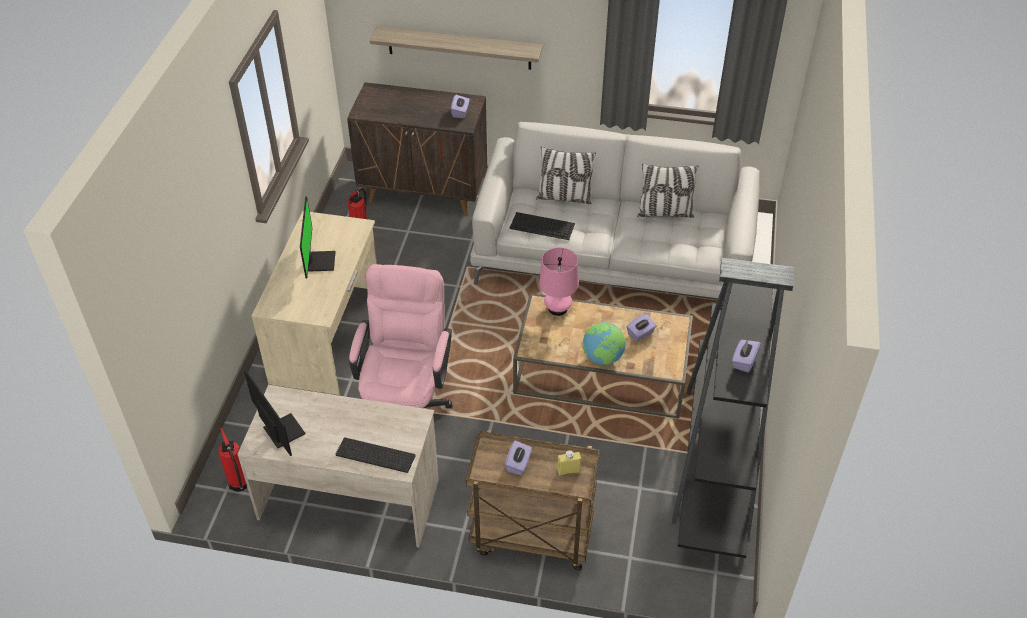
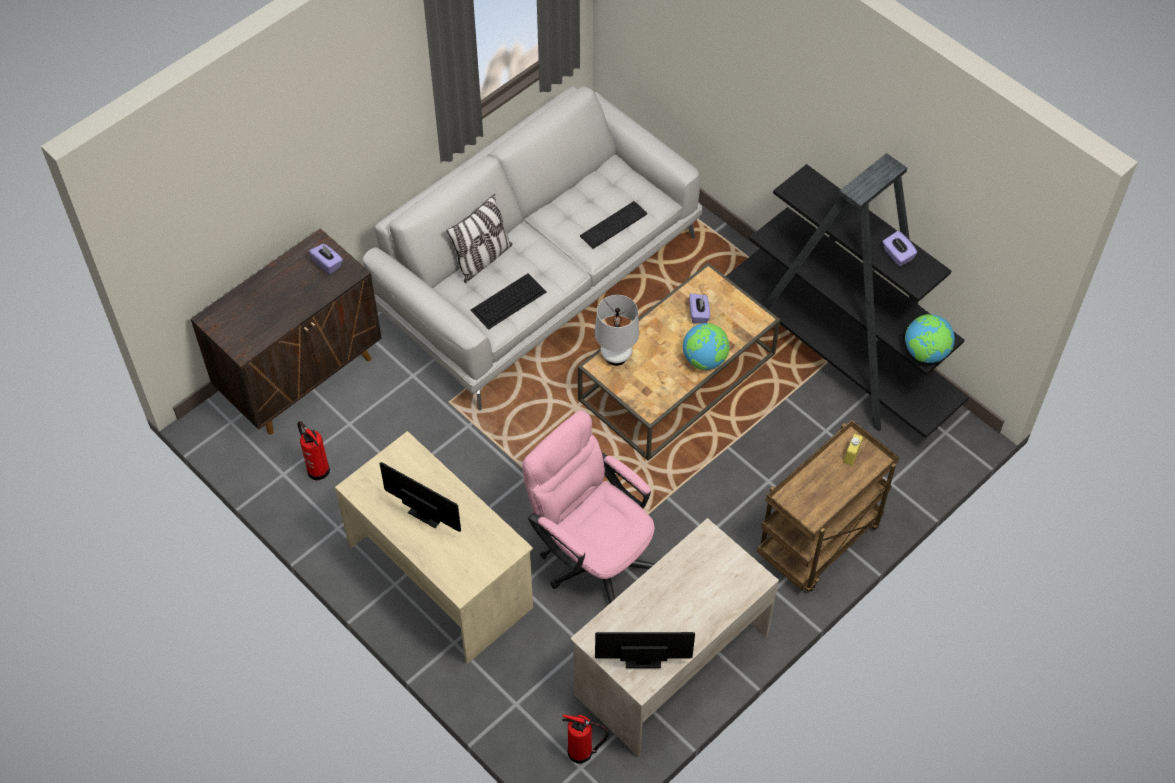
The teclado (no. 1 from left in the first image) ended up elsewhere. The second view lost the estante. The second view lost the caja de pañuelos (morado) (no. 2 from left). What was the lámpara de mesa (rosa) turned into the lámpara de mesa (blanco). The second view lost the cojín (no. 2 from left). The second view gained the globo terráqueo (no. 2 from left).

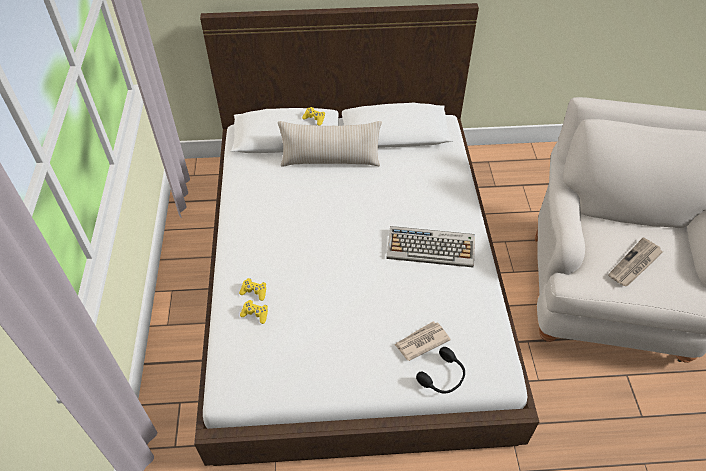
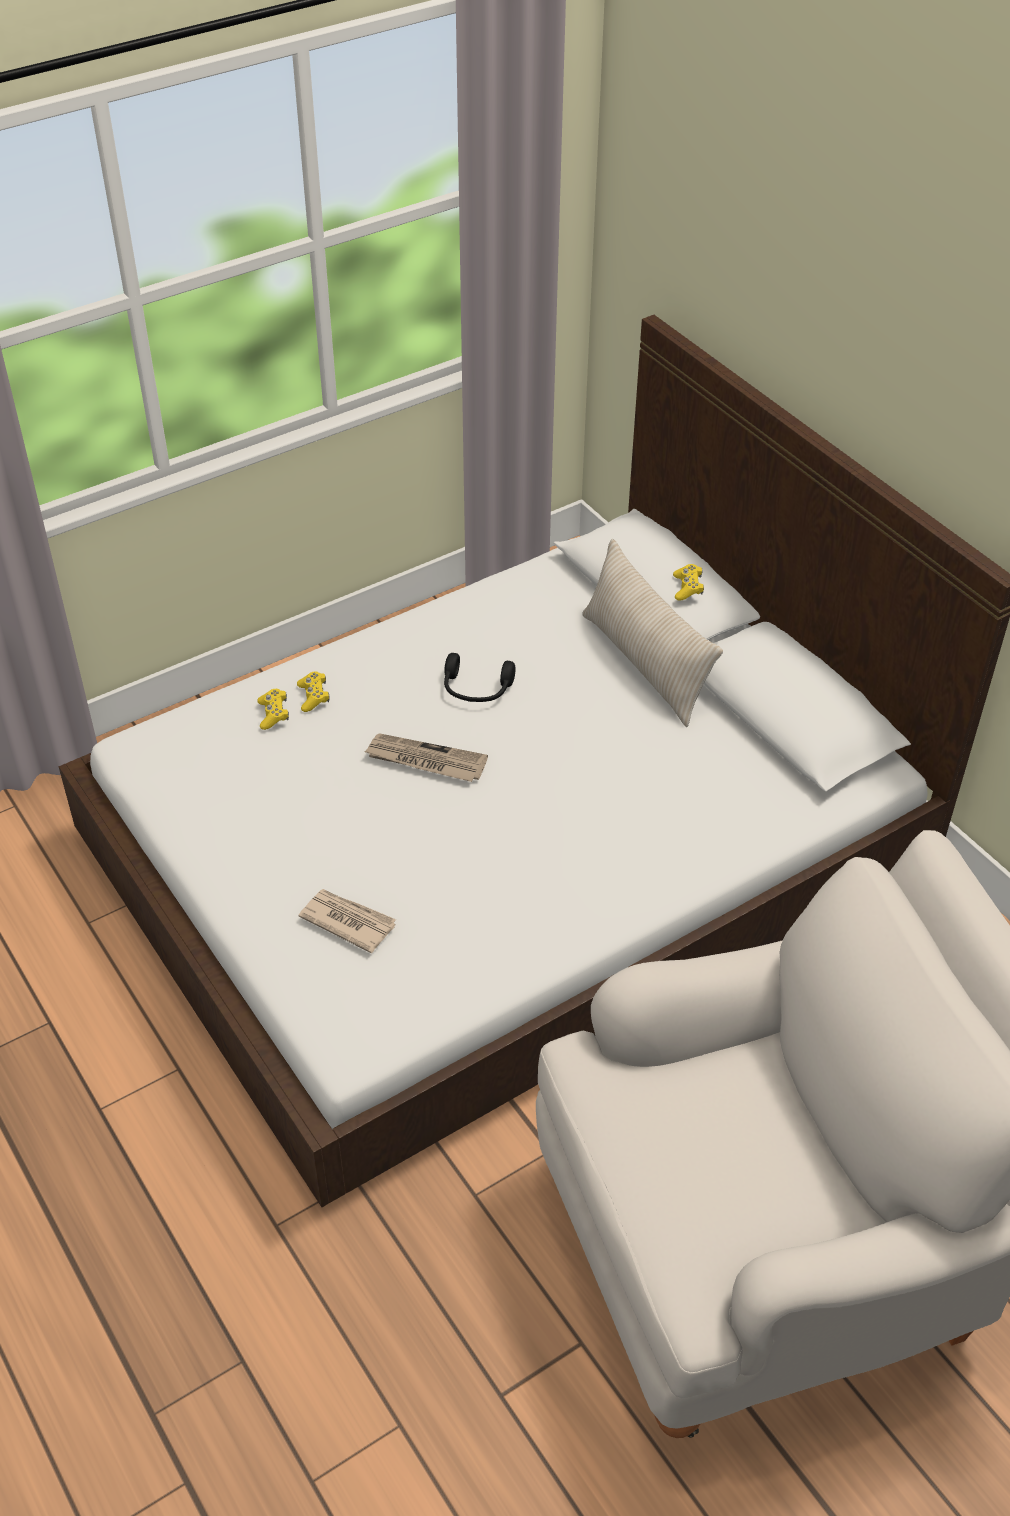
The second view lost the teclado. The auriculares (negro) ended up elsewhere. The periódico (no. 2 from left) ended up elsewhere.

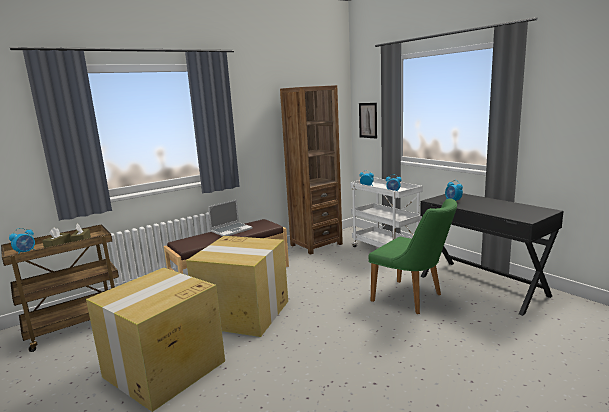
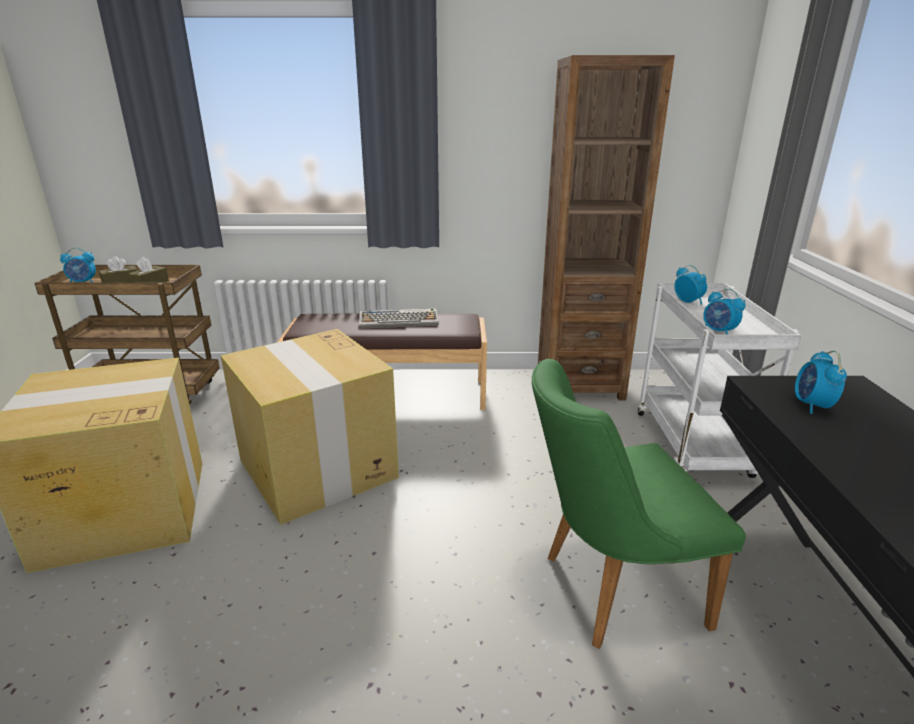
Where the portátil stood, the teclado came to stand. The second view lost the cuadro. The silla (verde) ended up facing another way, 90 degrees clockwise from before.

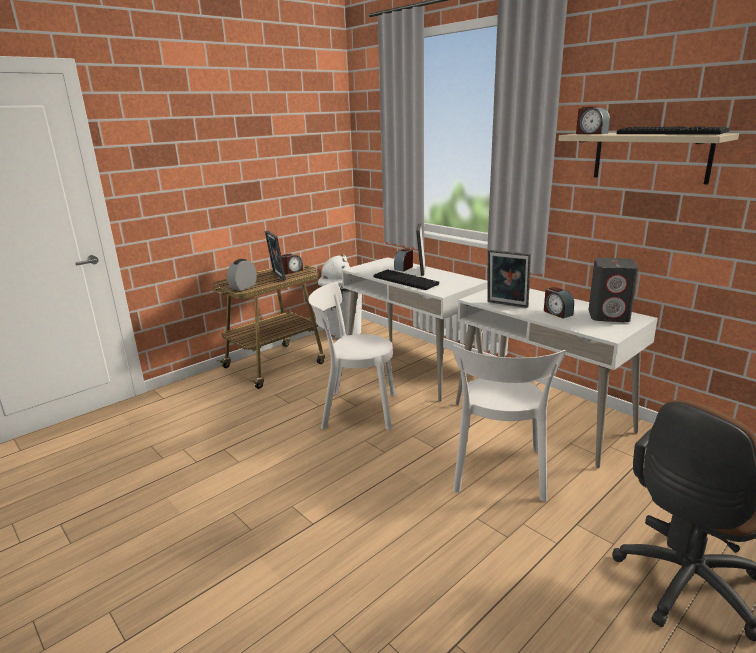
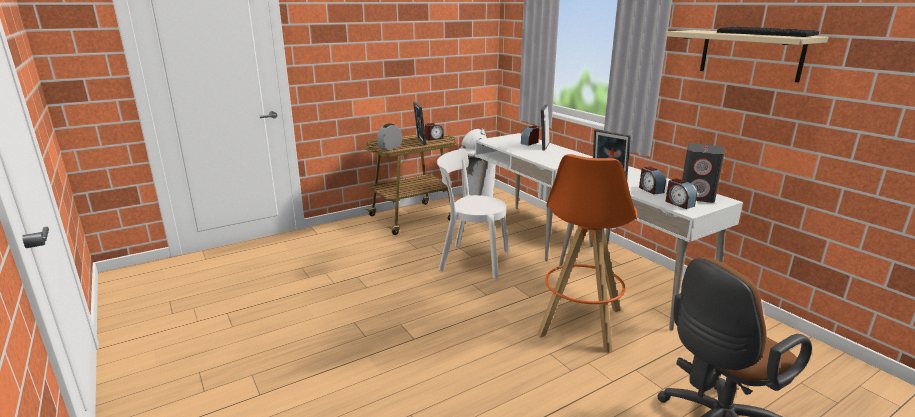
The second view lost the teclado (no. 1 from left). Where the silla (blanco) (no. 2 from left) stood, the taburete (naranja) came to stand. The despertador (no. 5 from left) ended up elsewhere.

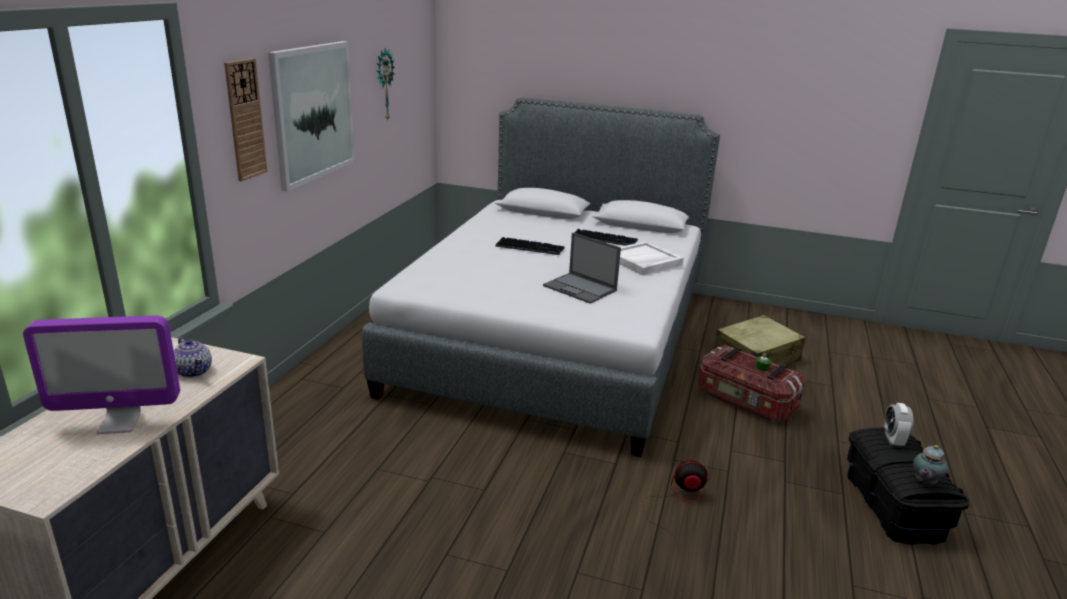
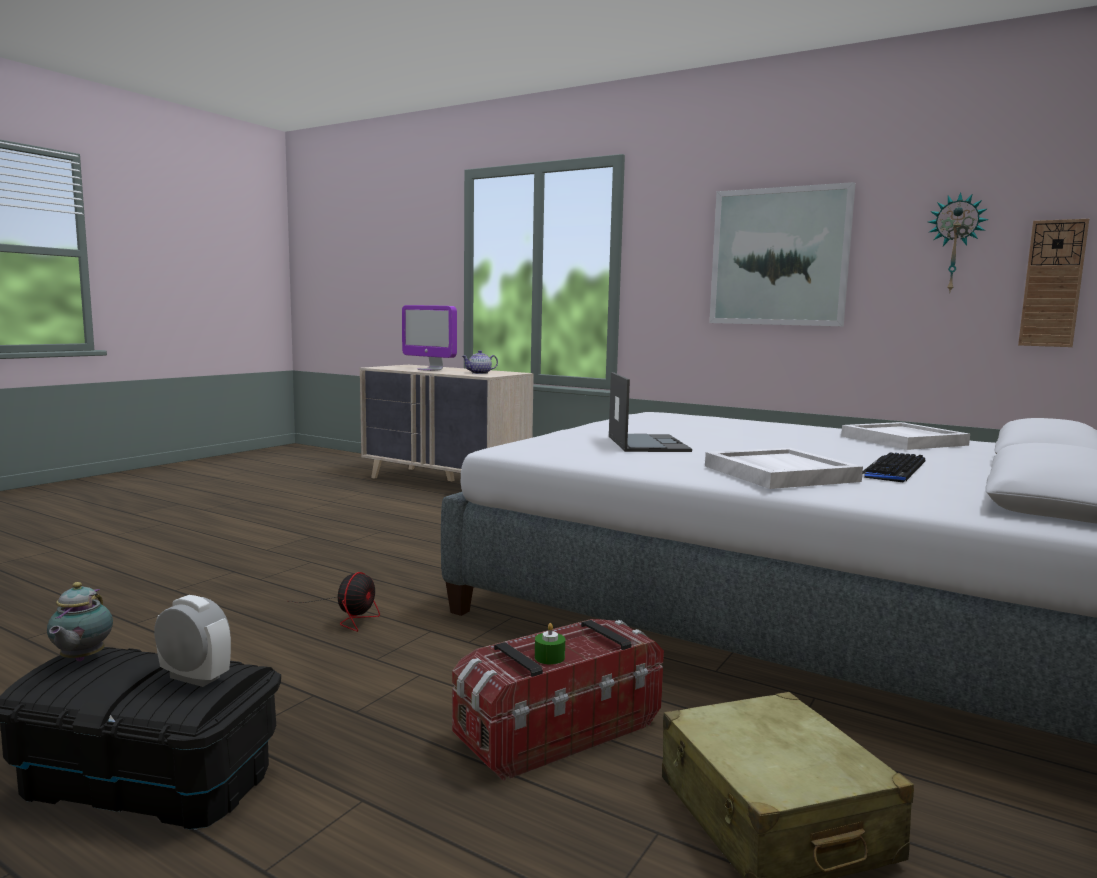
The monitor ended up facing another way, 60 degrees counterclockwise from before. The reloj de pared (no. 1 from left in the first image) ended up elsewhere. The second view lost the teclado (no. 1 from left). The portátil ended up facing another way, 120 degrees clockwise from before. The tetera (no. 2 from left in the first image) ended up facing another way, 150 degrees counterclockwise from before. The second view gained the bandeja (blanco) (no. 2 from left).

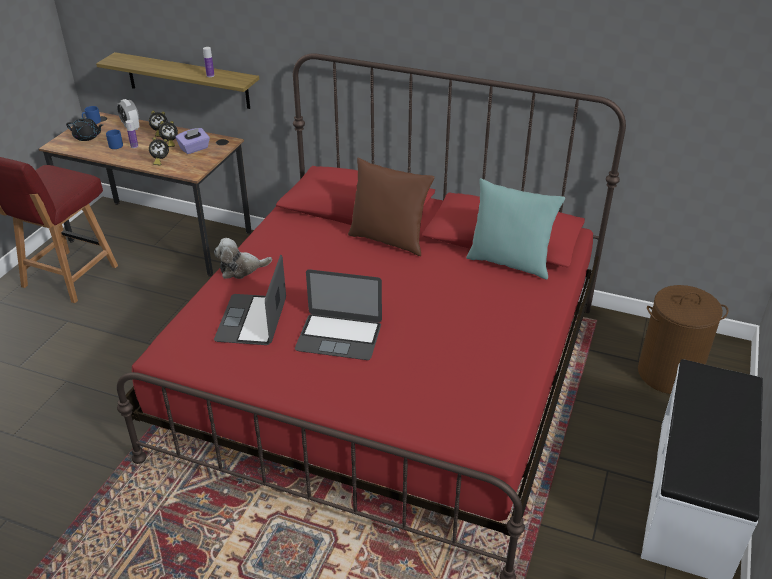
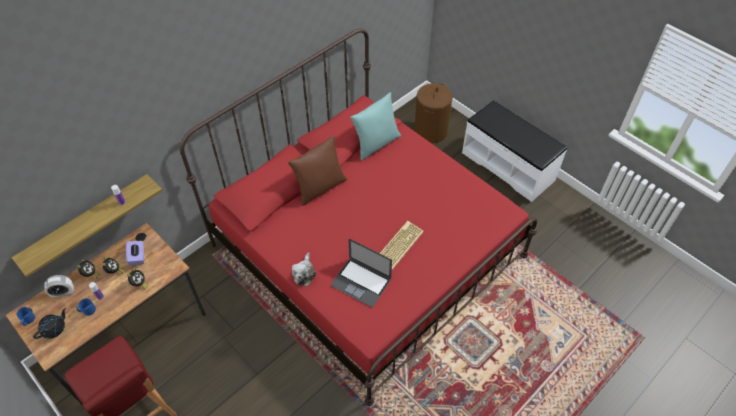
Where the portátil (no. 2 from left) stood, the teclado came to stand.

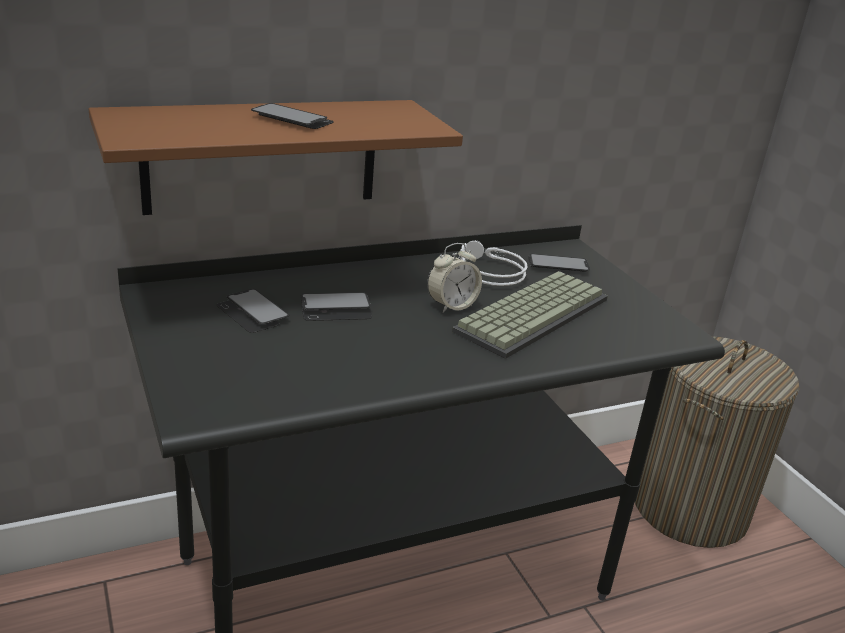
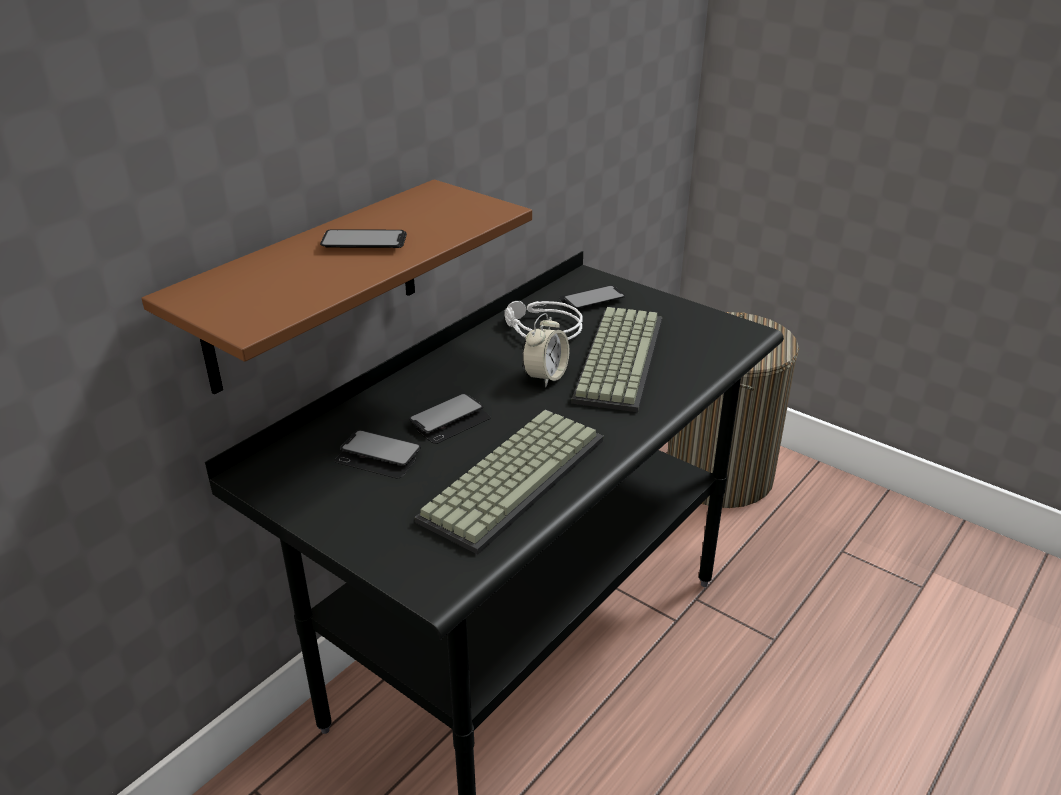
The second view gained the teclado (no. 1 from left).

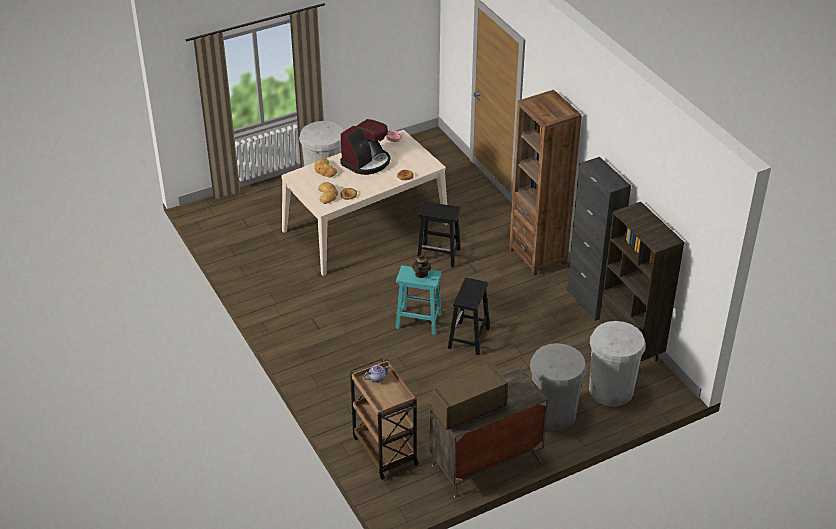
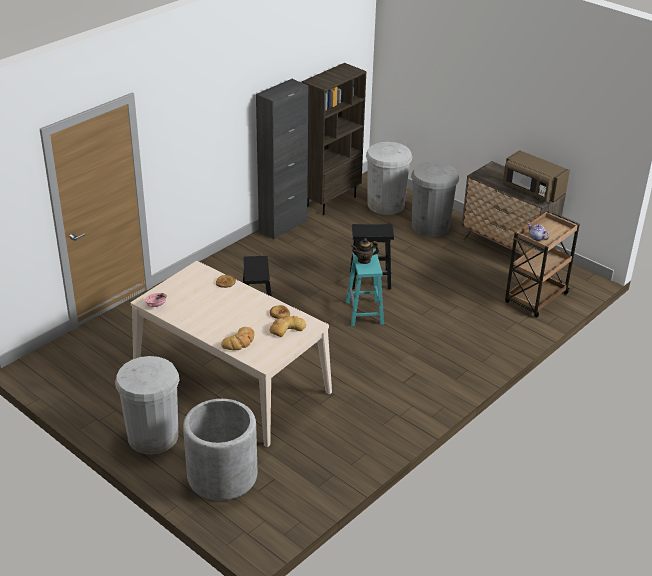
The second view lost the cafetera. The second view lost the estantería (marrón) (no. 1 from left). The second view gained the maceta (gris).

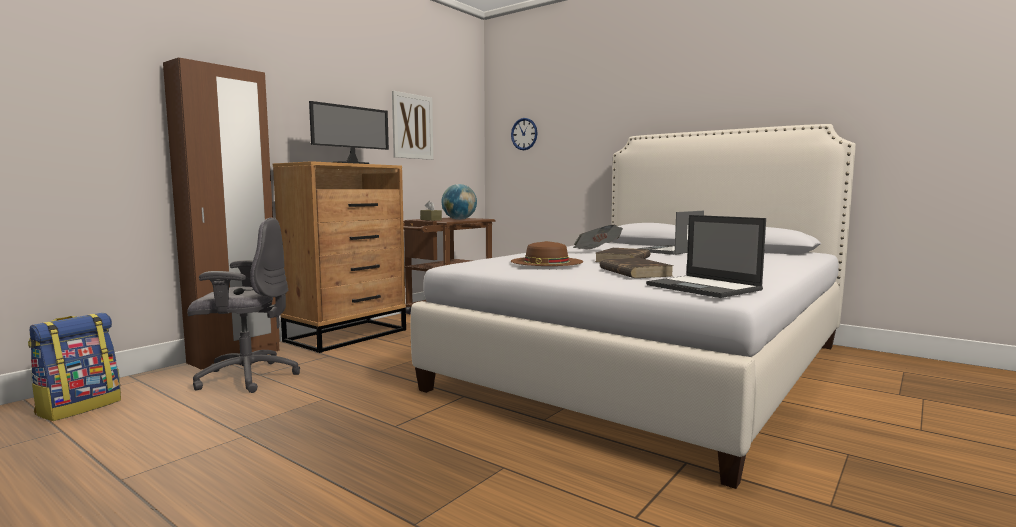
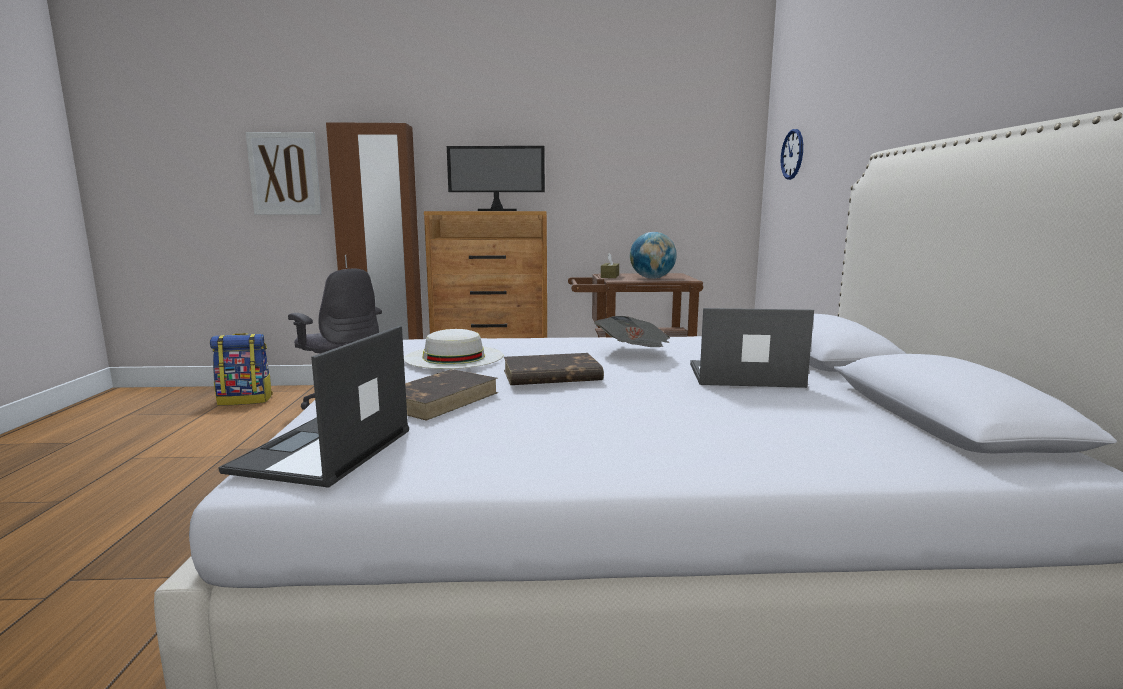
The cuadro ended up elsewhere. What was the sombrero (marrón) turned into the sombrero (blanco).

